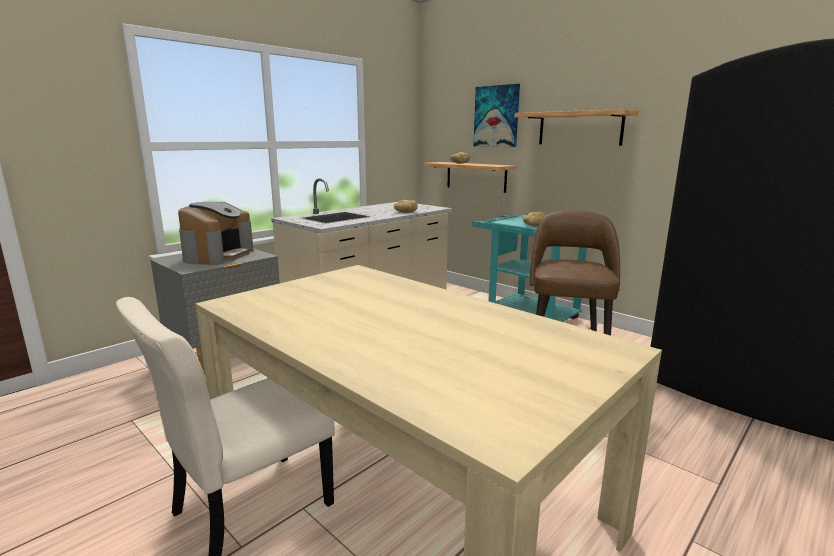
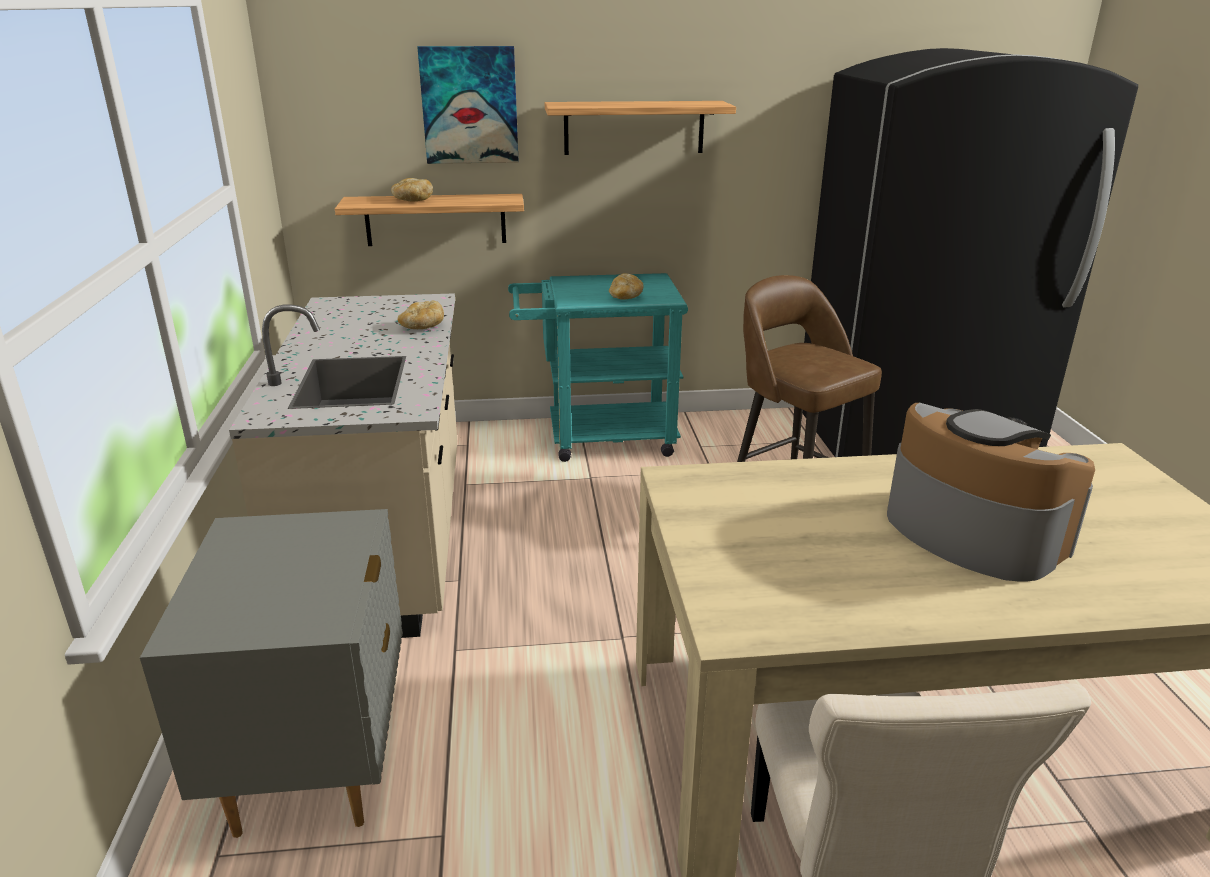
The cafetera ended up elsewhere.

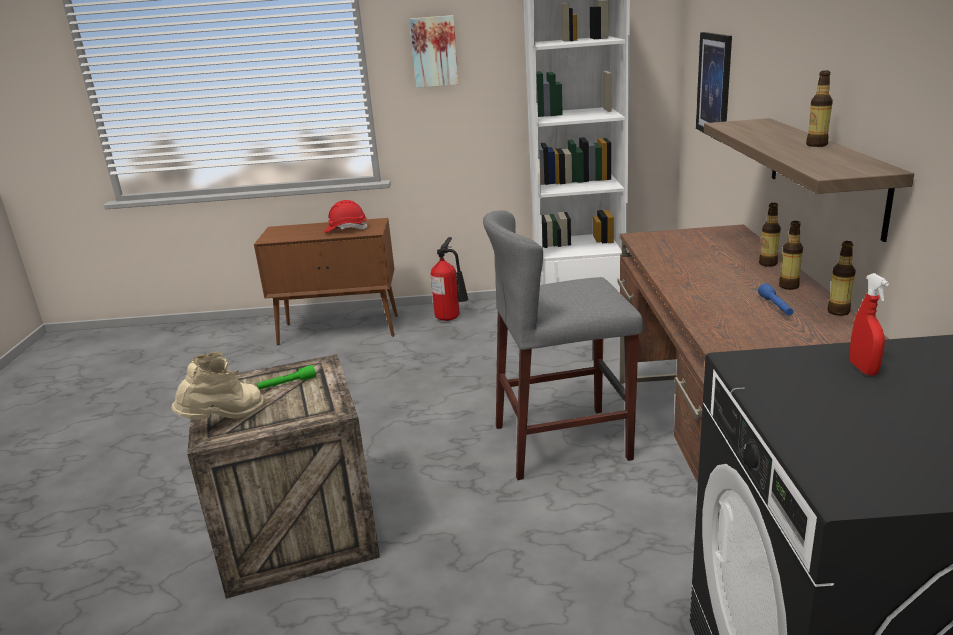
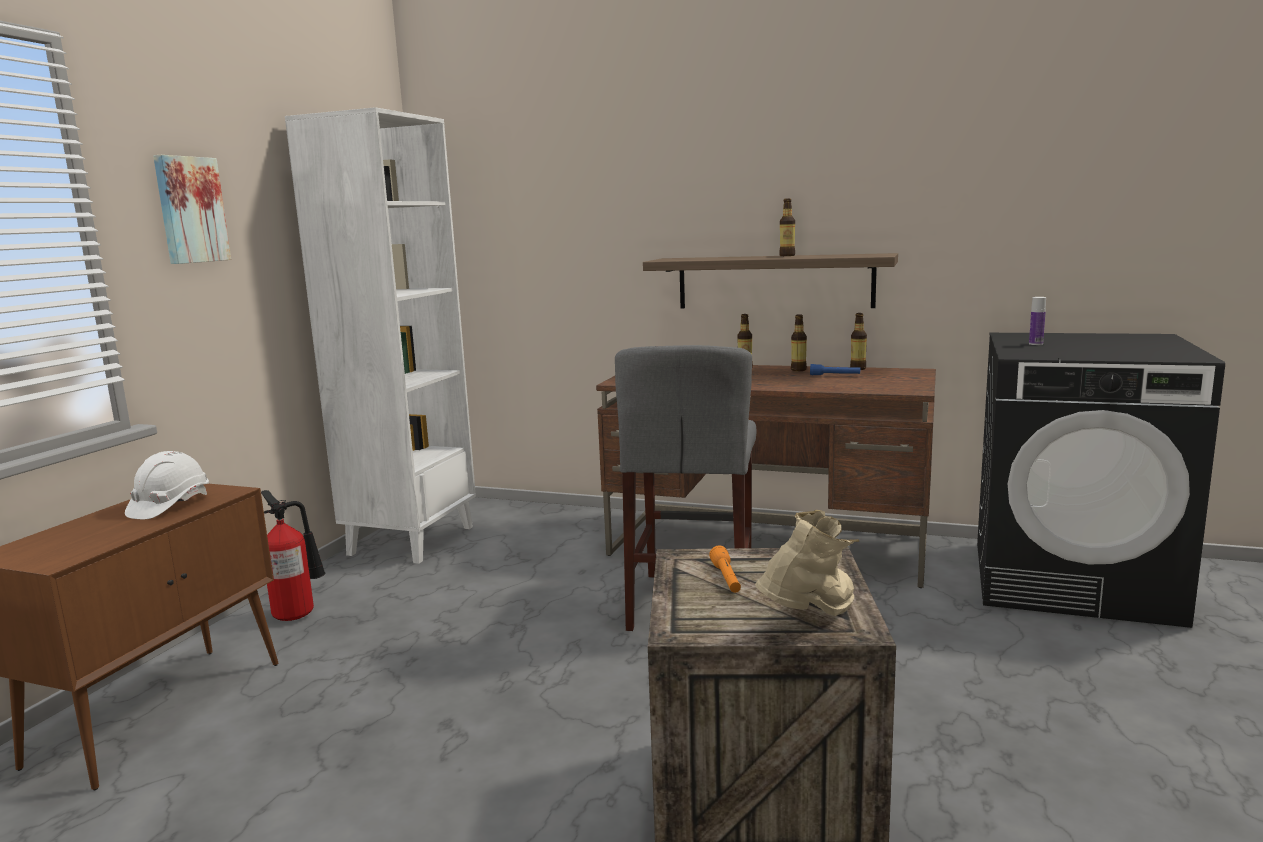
The bota (beis) ended up facing another way, 75 degrees clockwise from before. What was the linterna (verde) turned into the linterna (naranja). What was the casco (rojo) turned into the casco (blanco). The second view lost the cuadro (no. 2 from left). Where the pulverizador (rojo) stood, the botella (no. 5 from left) came to stand.

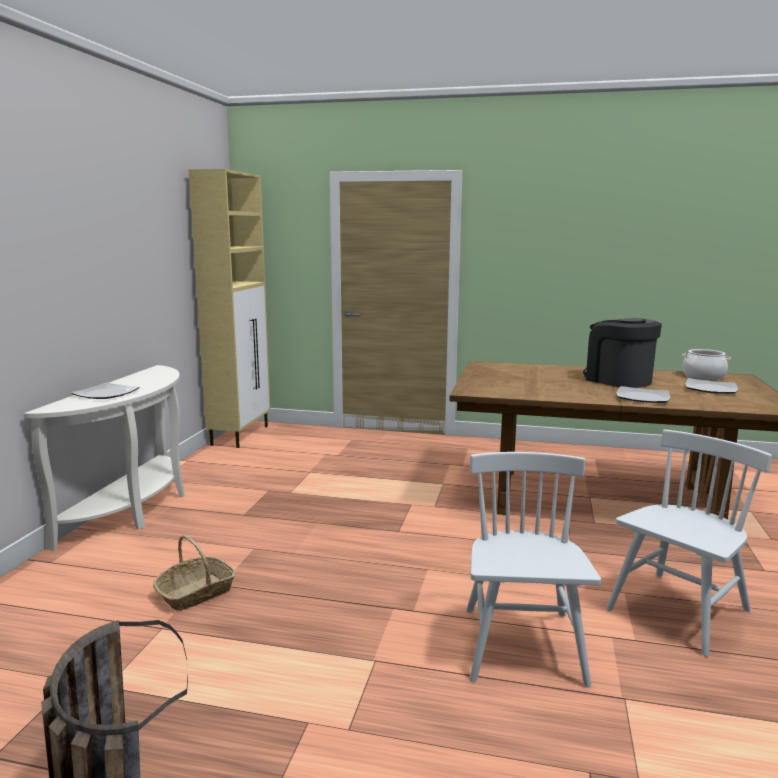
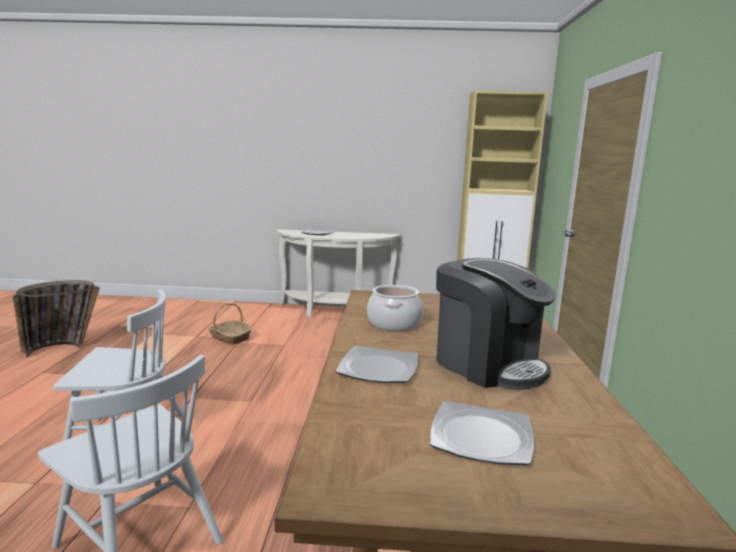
The cafetera ended up facing another way, 90 degrees clockwise from before. The olla ended up elsewhere.

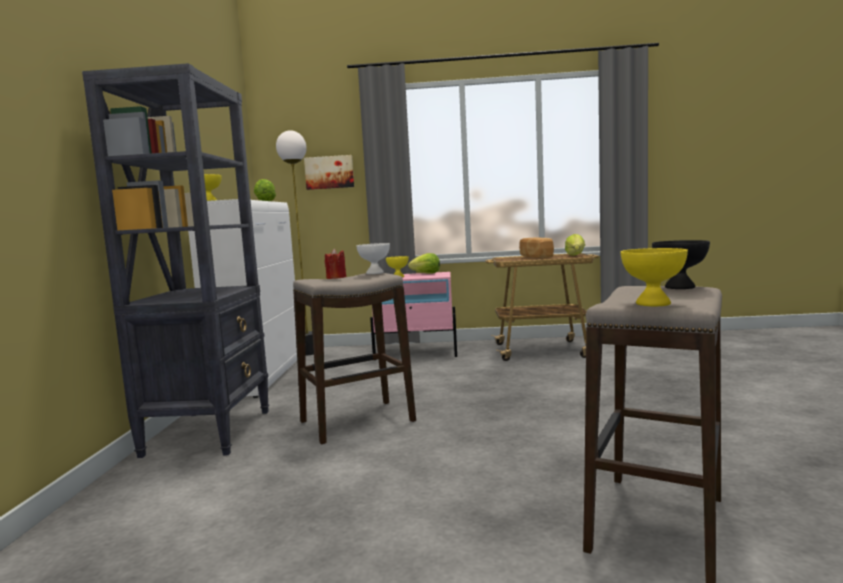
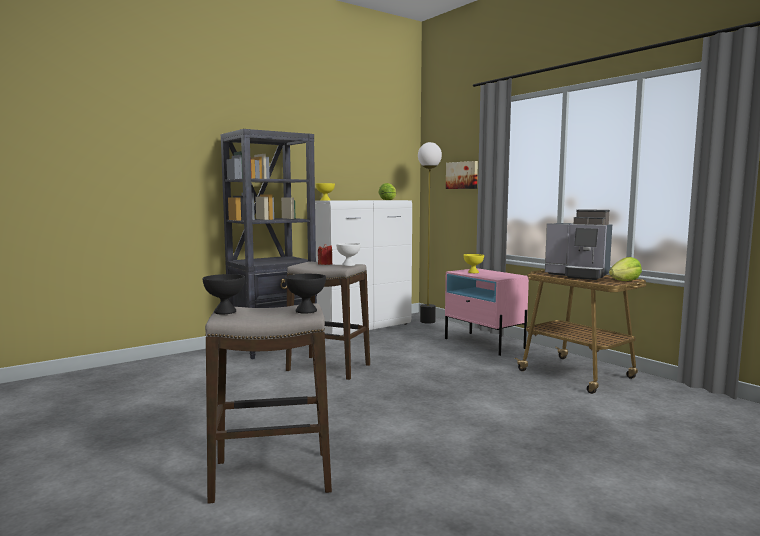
The second view lost the lechuga (no. 2 from left). Where the pan stood, the cafetera came to stand. What was the cuenco (amarillo) (no. 3 from left) turned into the cuenco (negro) (no. 1 from left).

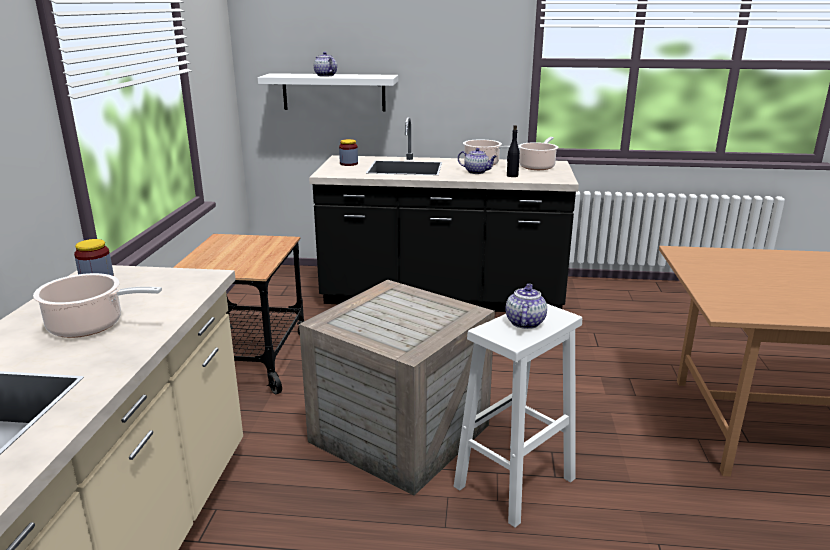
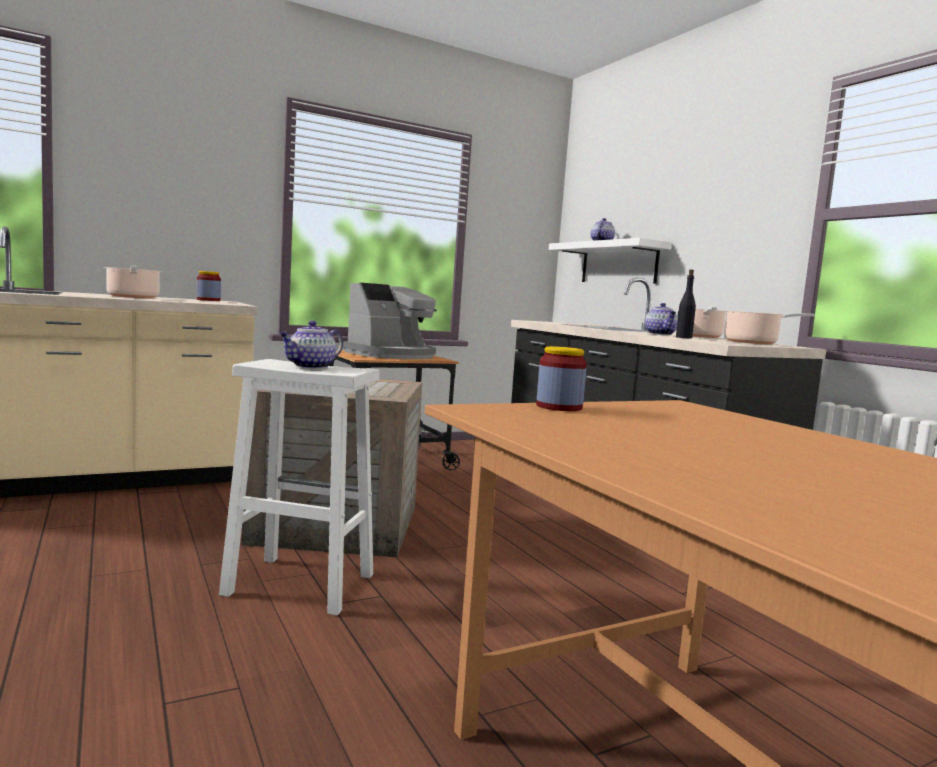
The tarro (no. 2 from left) ended up elsewhere. The tetera (no. 3 from left in the first image) ended up facing another way, 150 degrees clockwise from before. The second view gained the cafetera.

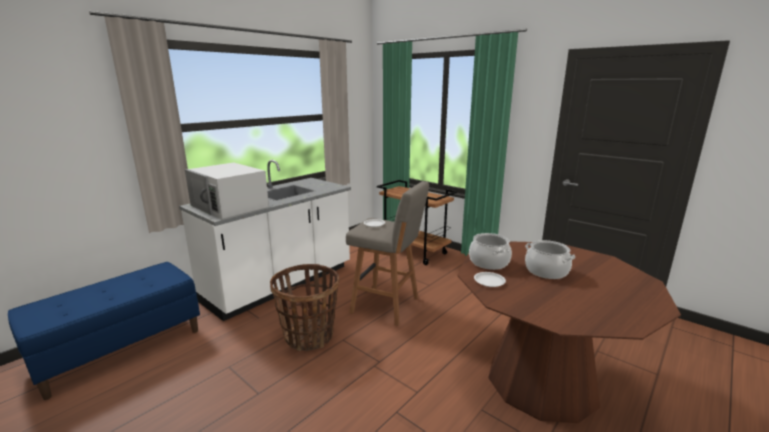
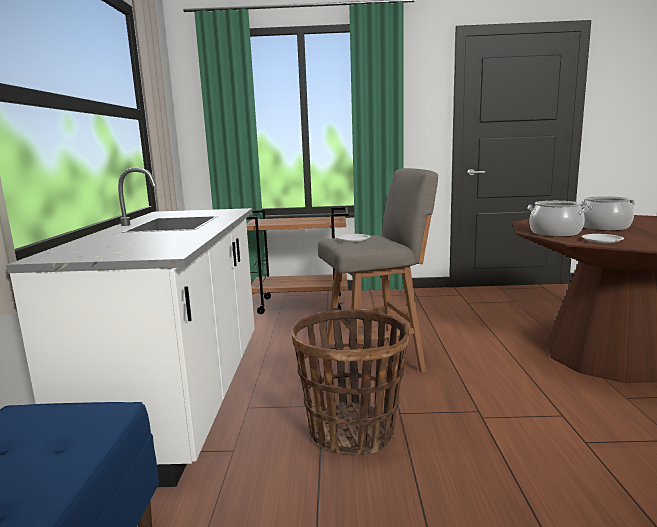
The second view lost the microondas (blanco).

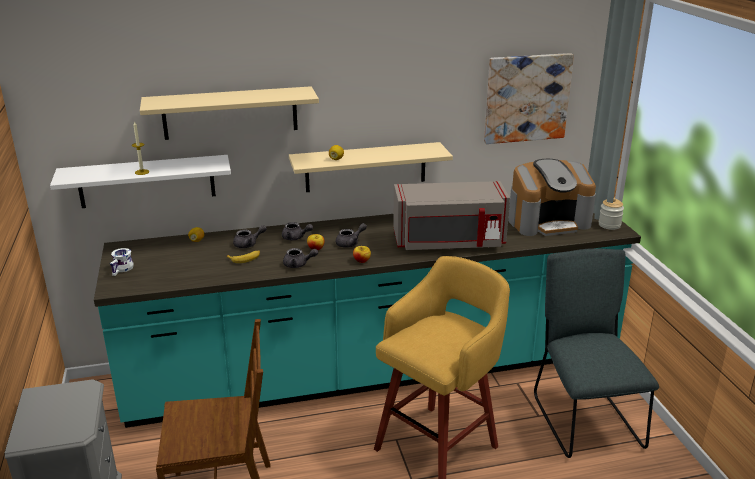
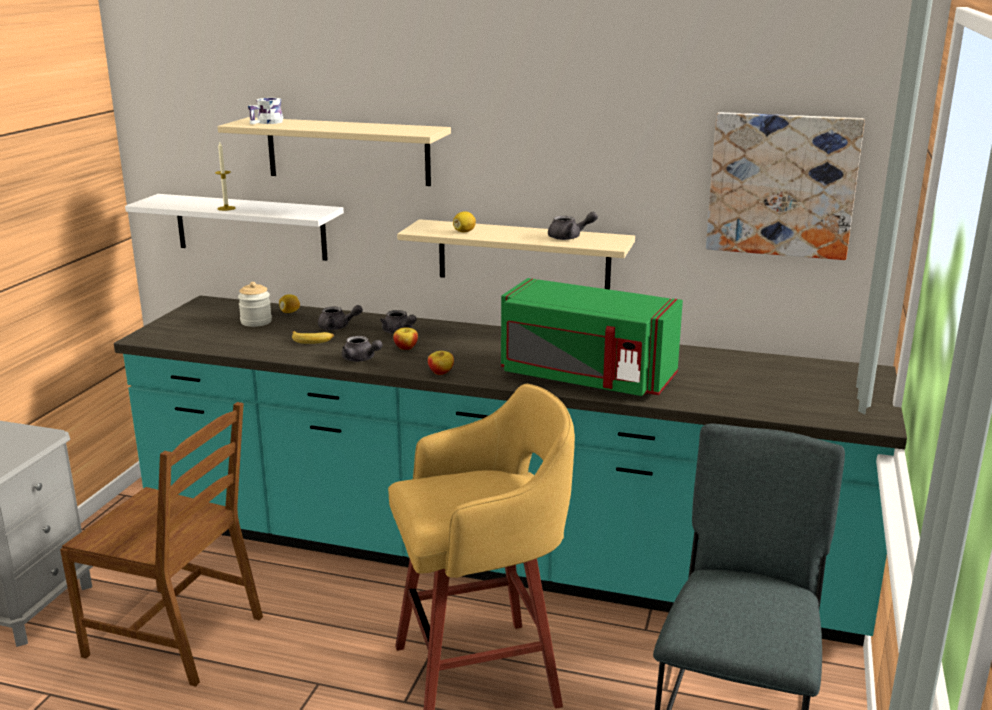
The taza grande (blanco) ended up elsewhere. The tetera (gris) (no. 4 from left) ended up elsewhere. What was the microondas (gris) turned into the microondas (verde). The second view lost the cafetera. The tarro ended up elsewhere.

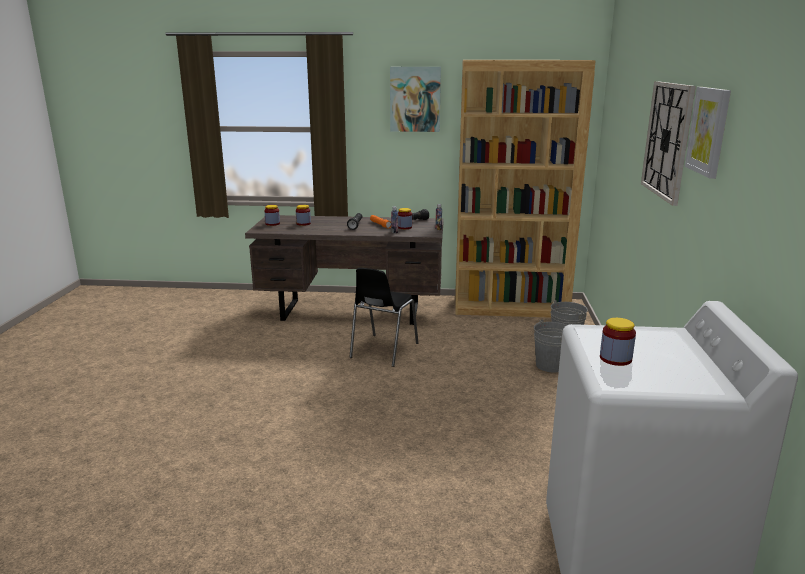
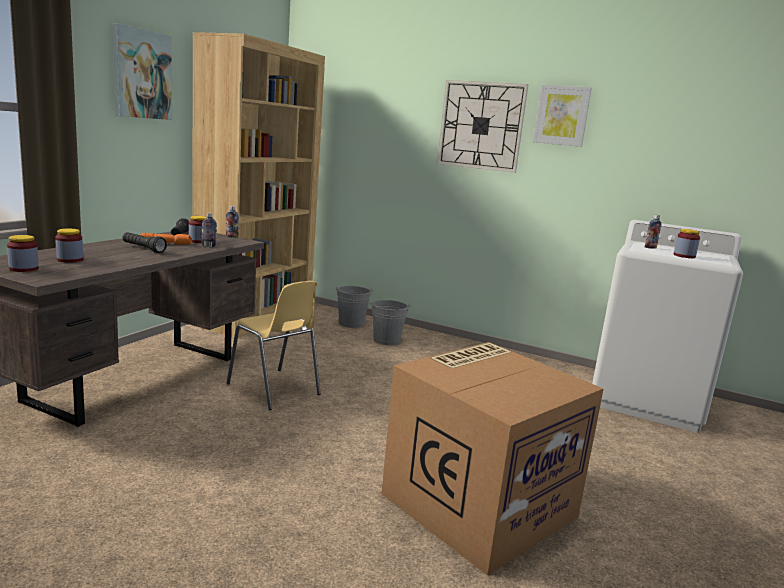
What was the silla (negro) turned into the silla (amarillo). The second view gained the caja de cartón. The second view gained the botella (no. 3 from left).

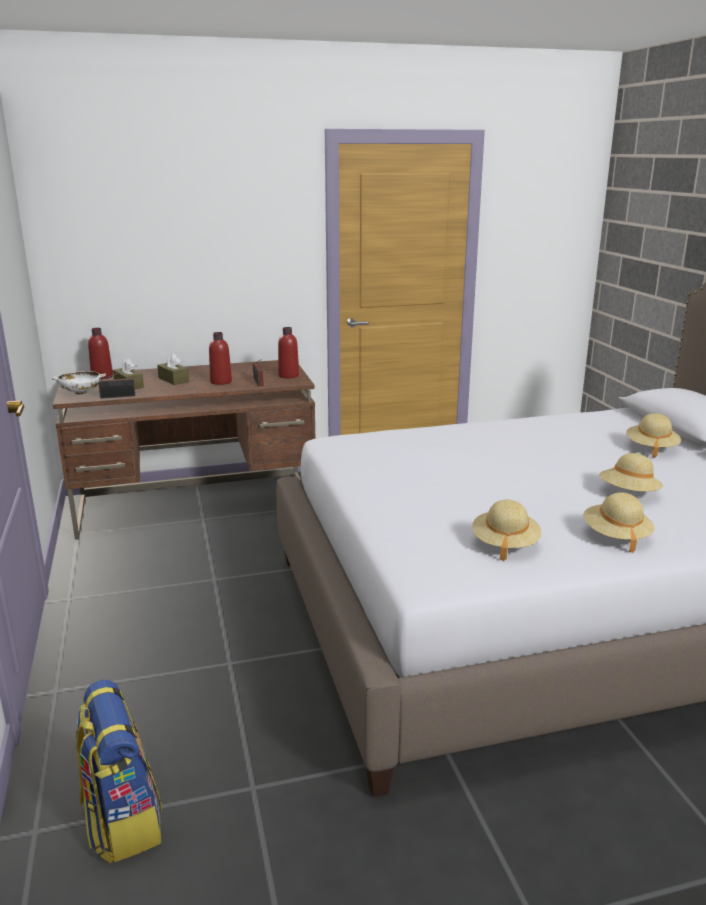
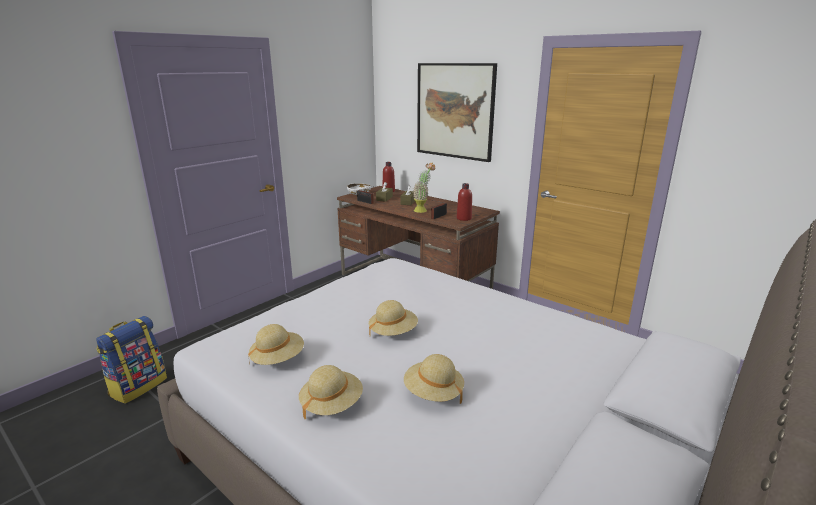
Where the botella (rojo) (no. 2 from left) stood, the planta en maceta came to stand. The sombrero (beis) (no. 4 from left in the first image) ended up elsewhere. The second view gained the cuadro.

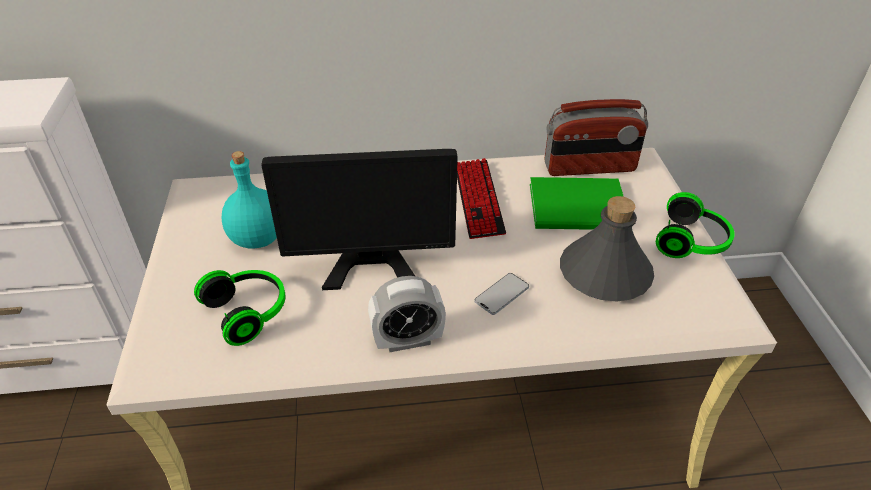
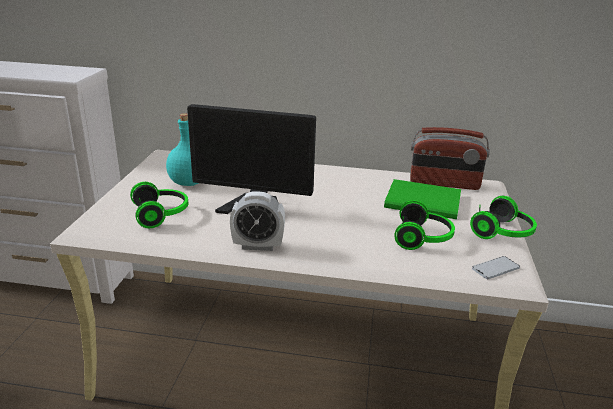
The second view lost the teclado. The móvil ended up elsewhere. Where the botella (gris) stood, the auriculares (no. 2 from left) came to stand.

